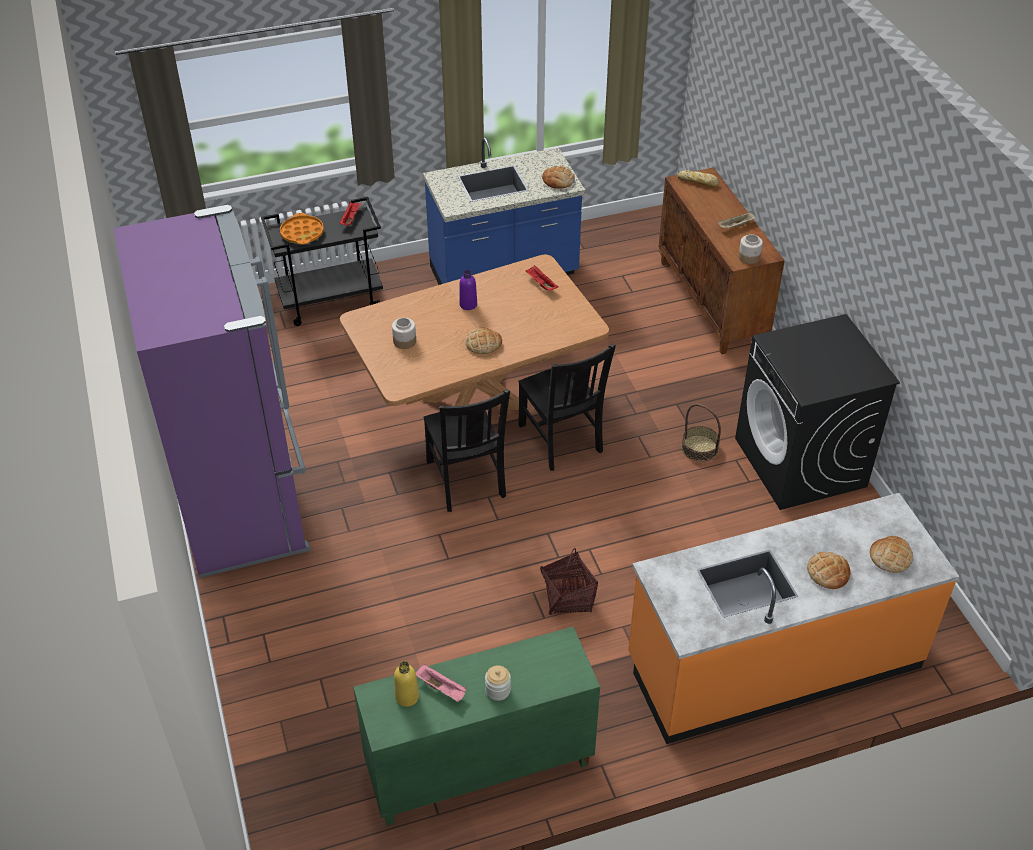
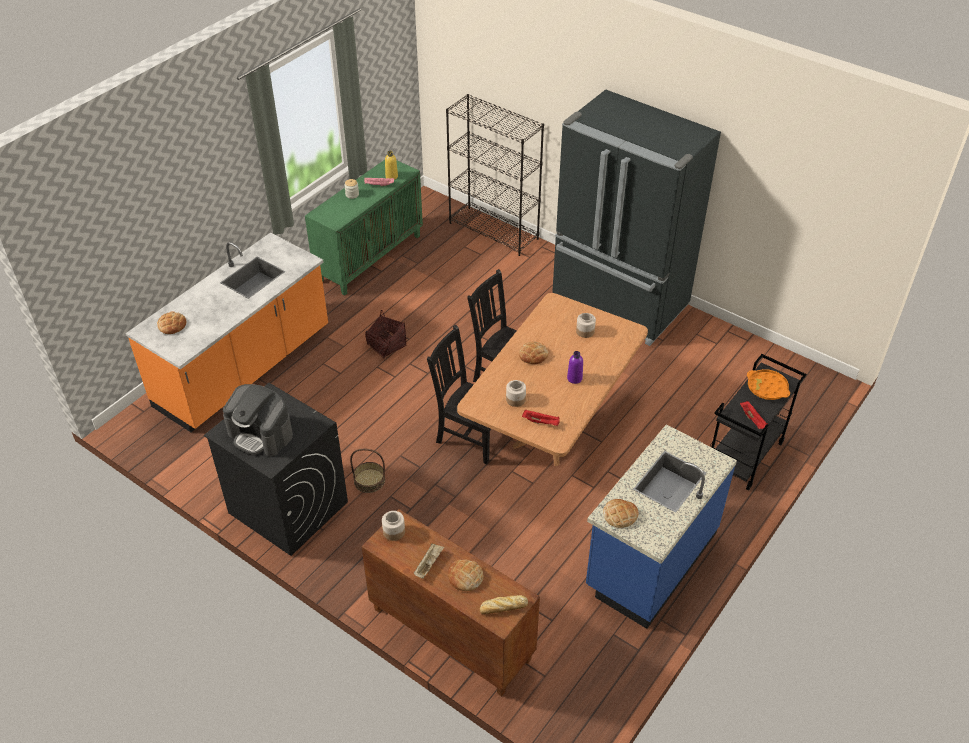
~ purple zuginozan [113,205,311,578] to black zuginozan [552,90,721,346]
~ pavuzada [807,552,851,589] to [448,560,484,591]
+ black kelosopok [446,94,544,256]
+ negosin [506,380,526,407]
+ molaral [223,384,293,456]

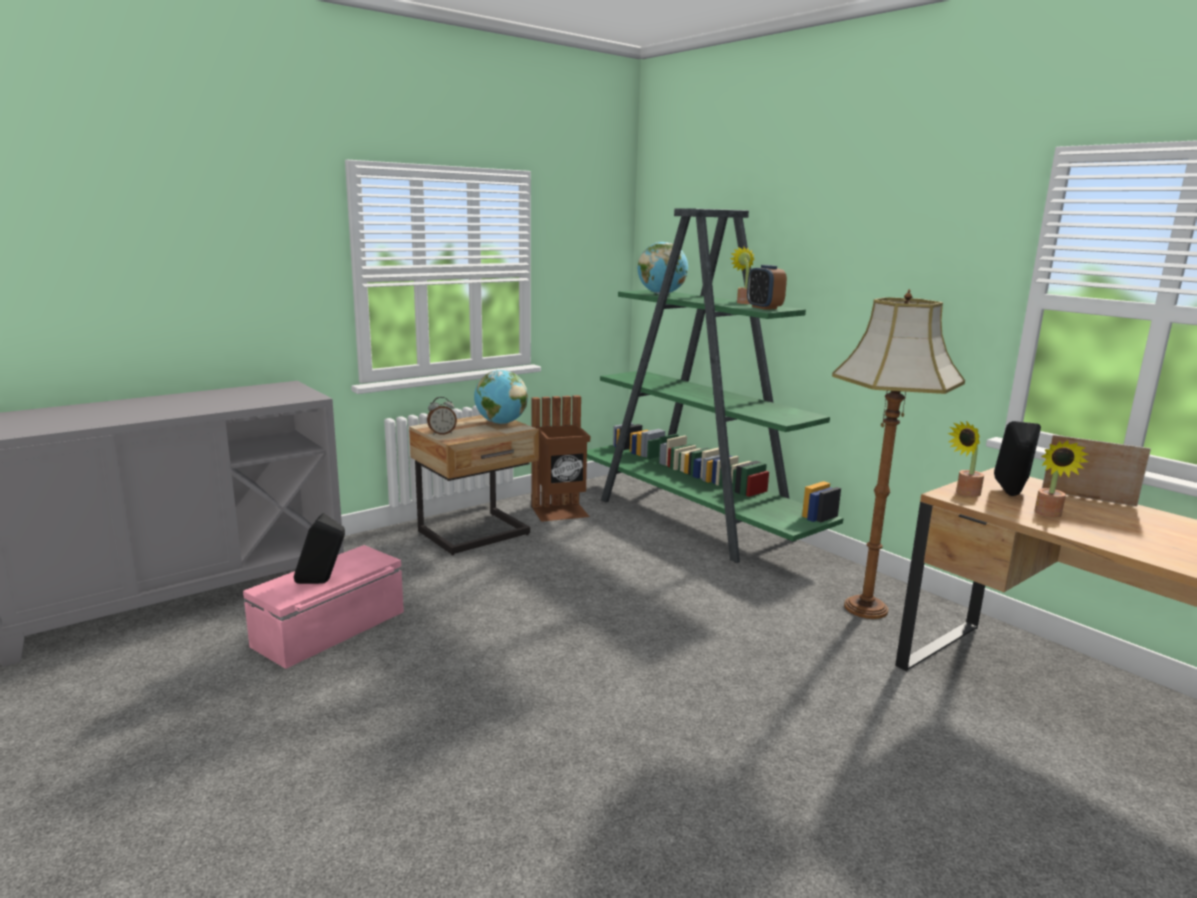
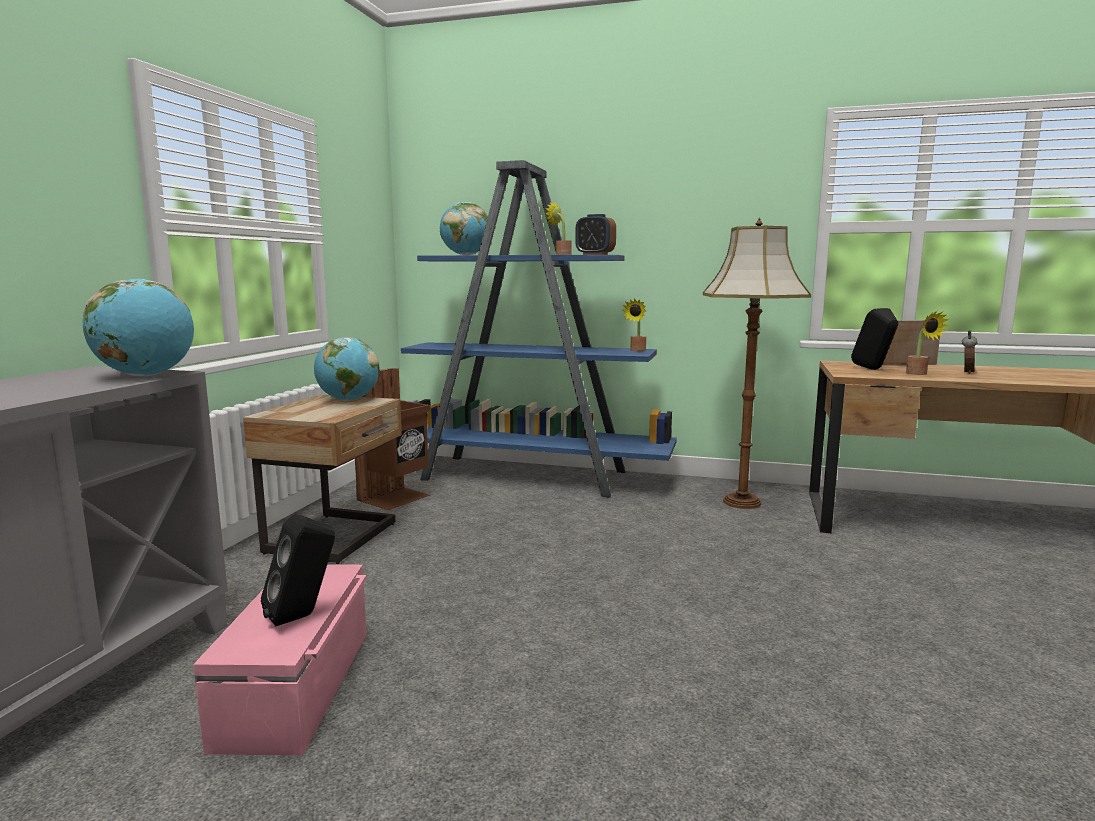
~ green kelosopok [587,208,843,563] to blue kelosopok [401,160,677,498]
~ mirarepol [427,397,457,435] to [962,330,978,374]
~ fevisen [947,421,984,497] to [622,298,646,351]
+ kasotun [83,279,194,376]

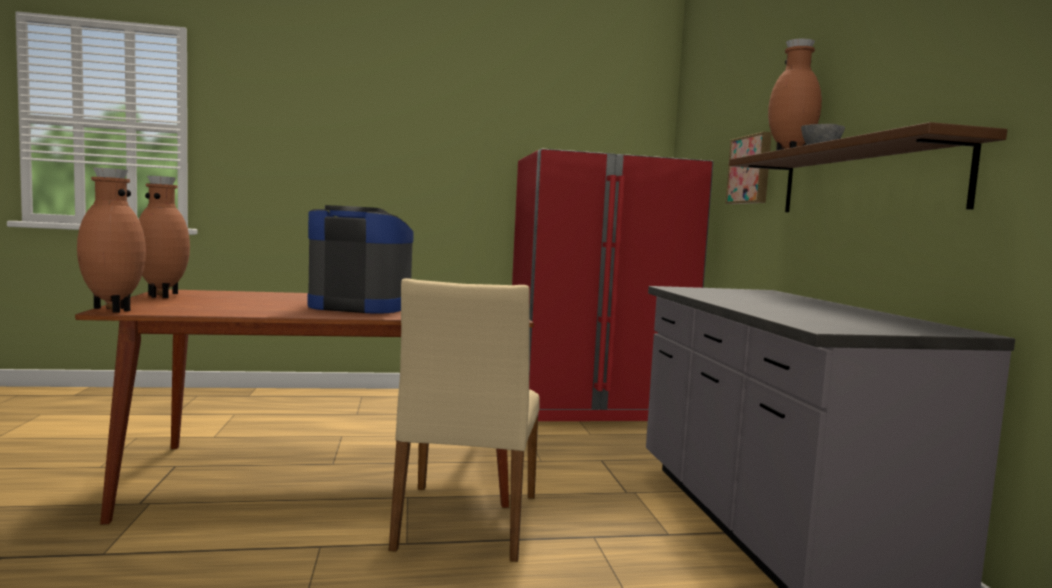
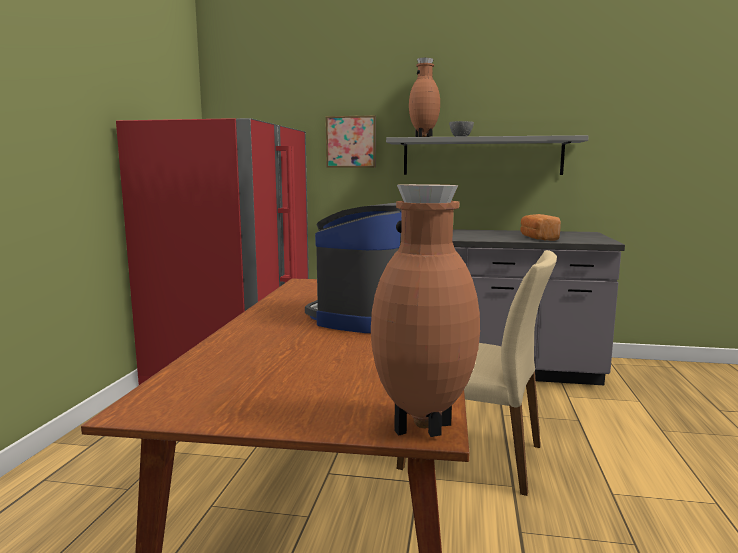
~ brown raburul [729,122,1007,212] to grey raburul [386,135,589,175]
- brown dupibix [139,176,190,298]
+ pavuzada [521,214,561,241]

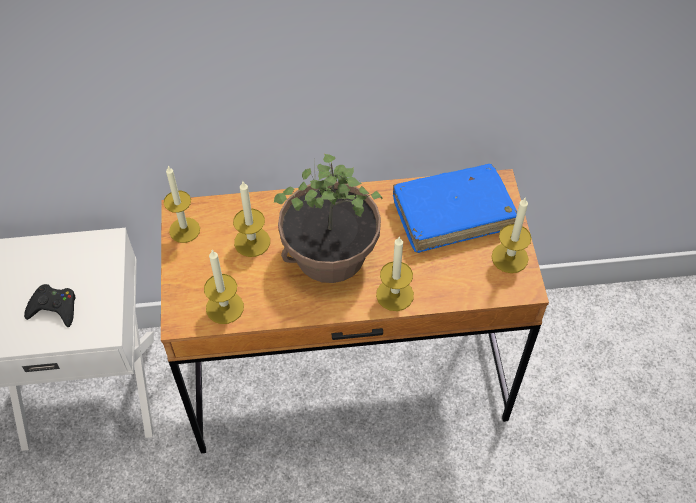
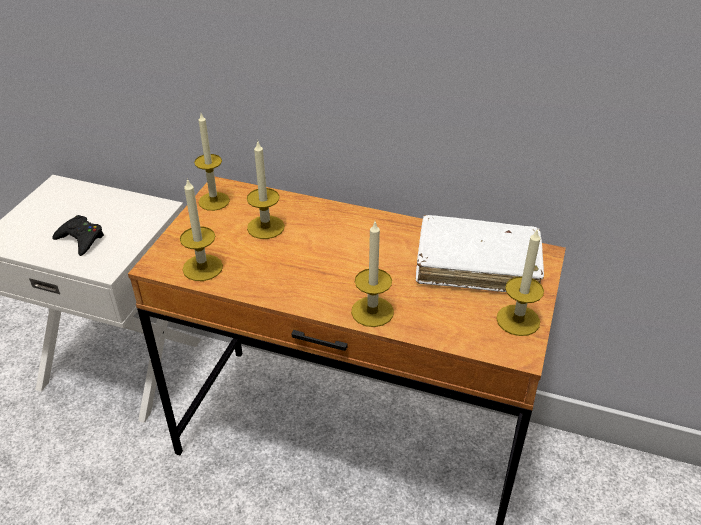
- fevisen [273,154,382,283]
~ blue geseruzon [393,164,517,253] to white geseruzon [416,215,544,292]

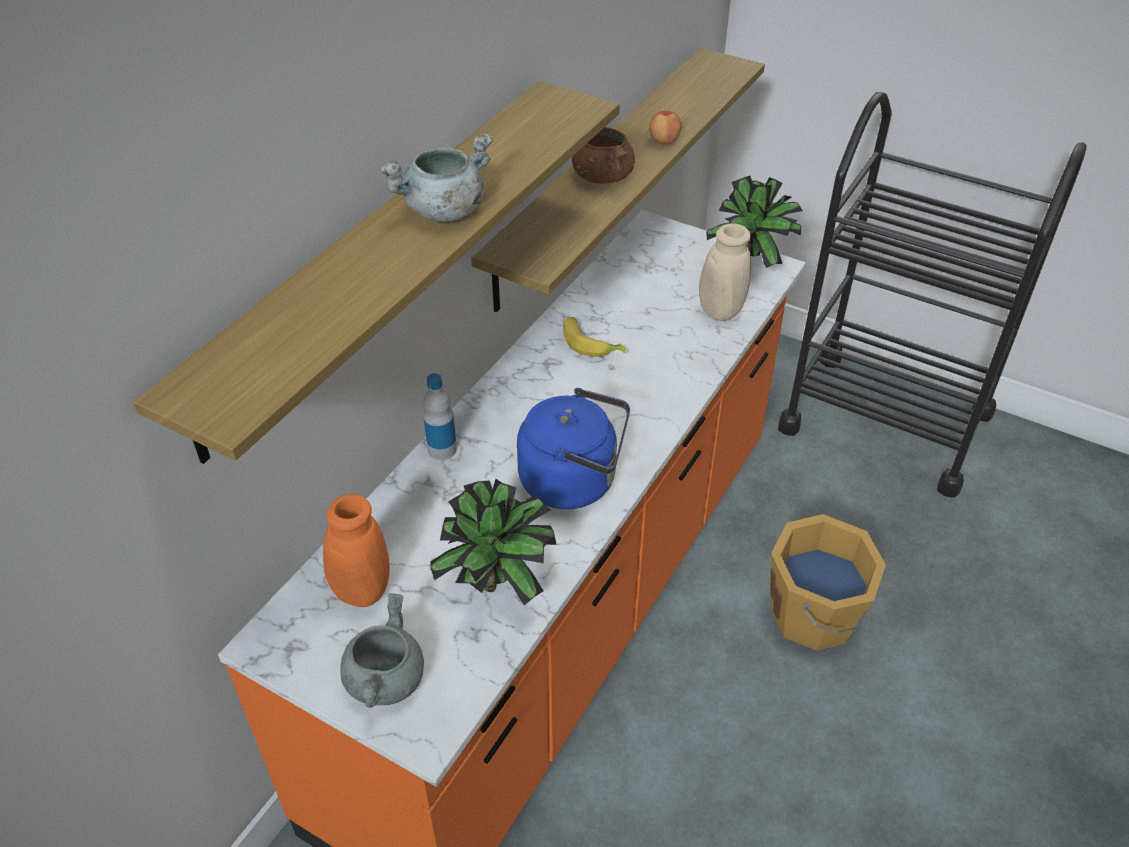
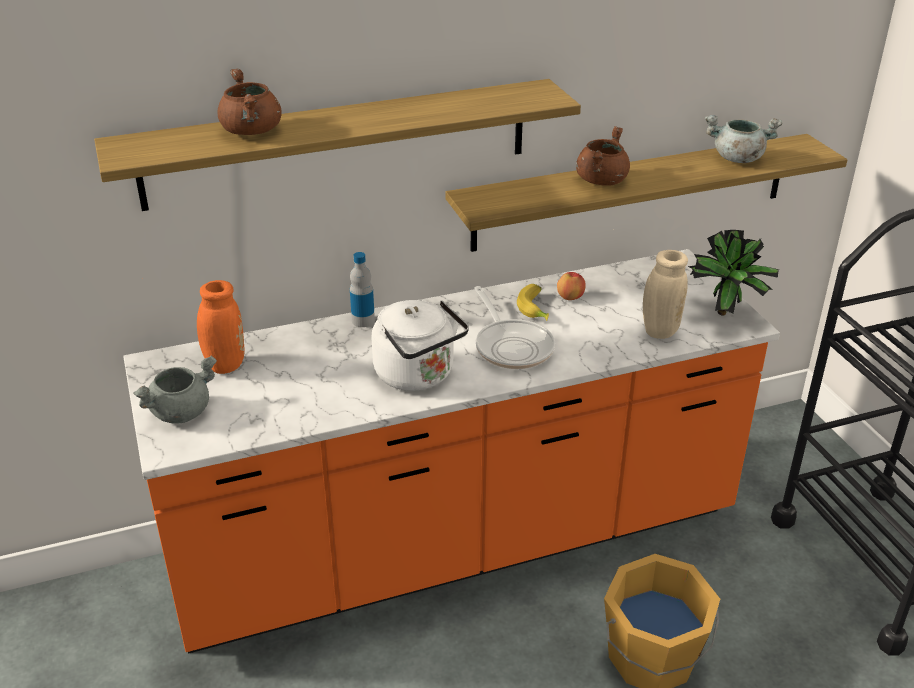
~ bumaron [649,110,682,145] to [557,272,586,300]
~ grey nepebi [379,133,493,222] to [705,115,782,163]
~ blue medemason [517,388,630,509] to white medemason [372,300,469,391]
- fevisen [430,479,557,605]
+ brown nepebi [218,68,282,135]
+ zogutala [474,286,555,369]

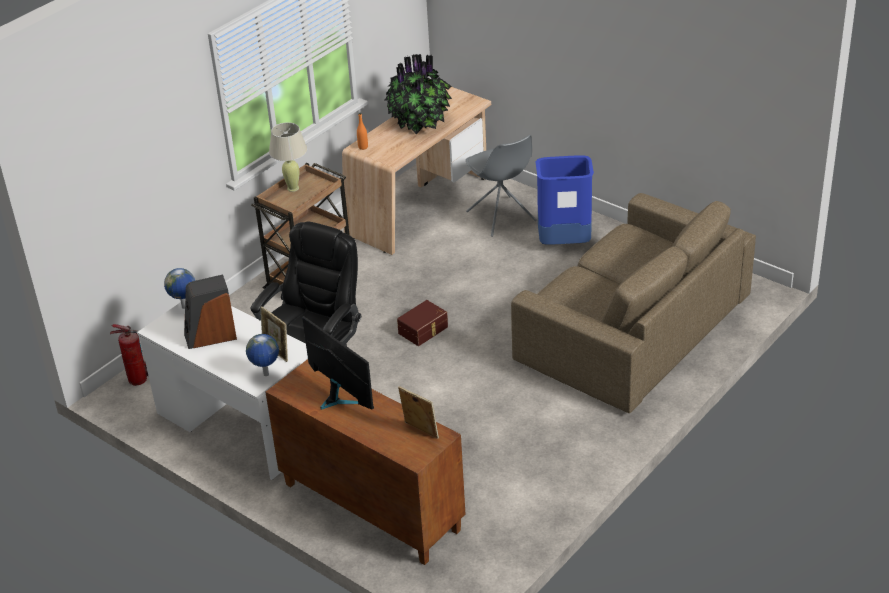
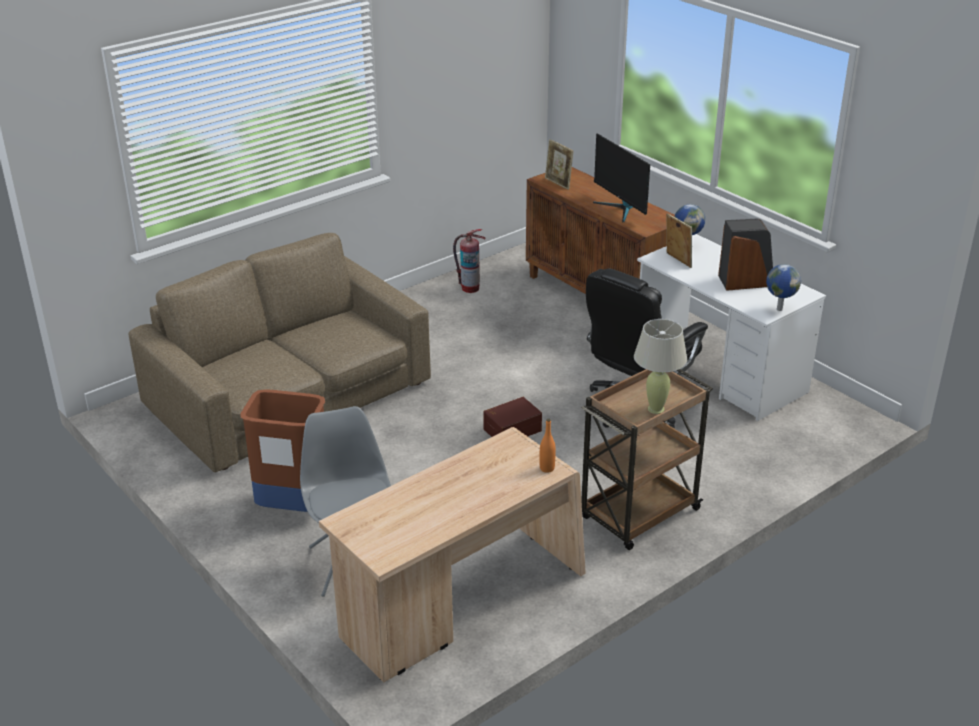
- fevisen [385,54,452,135]
~ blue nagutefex [536,155,594,245] to brown nagutefex [240,389,325,512]
~ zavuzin [110,324,148,386] to [453,229,485,293]

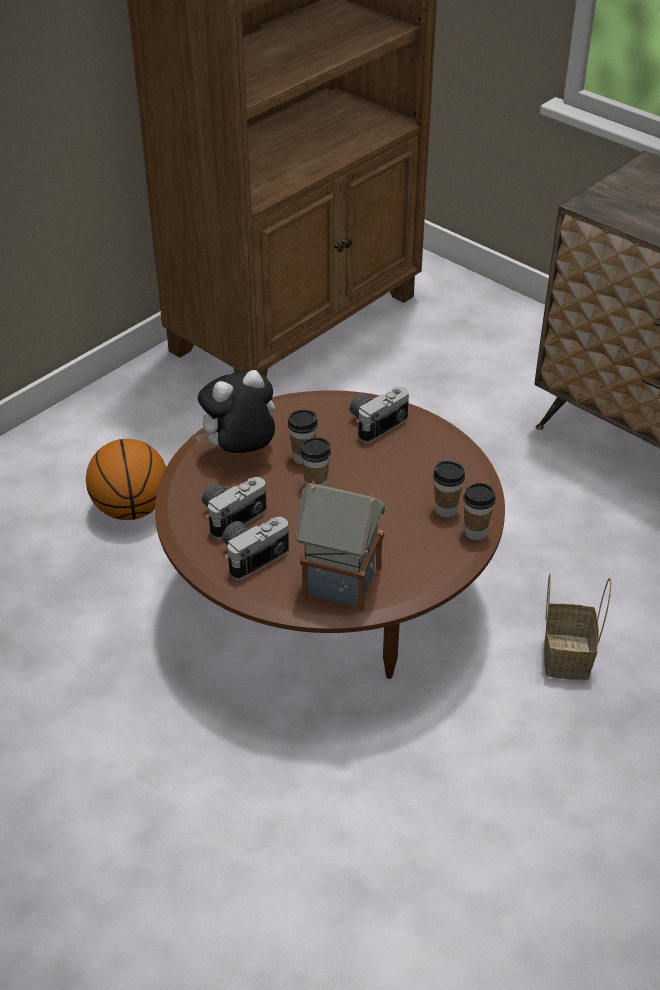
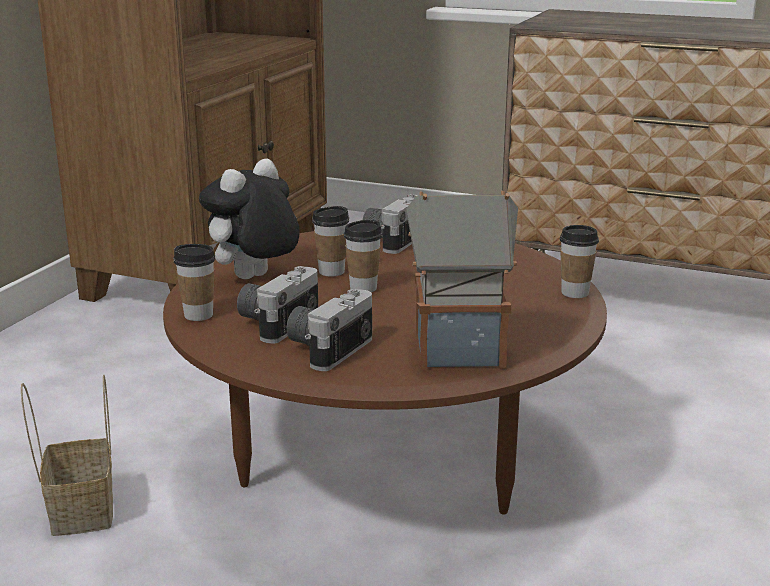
- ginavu [86,439,166,520]
~ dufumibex [433,461,465,518] to [173,244,215,321]
~ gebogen [544,573,611,680] to [21,375,113,536]

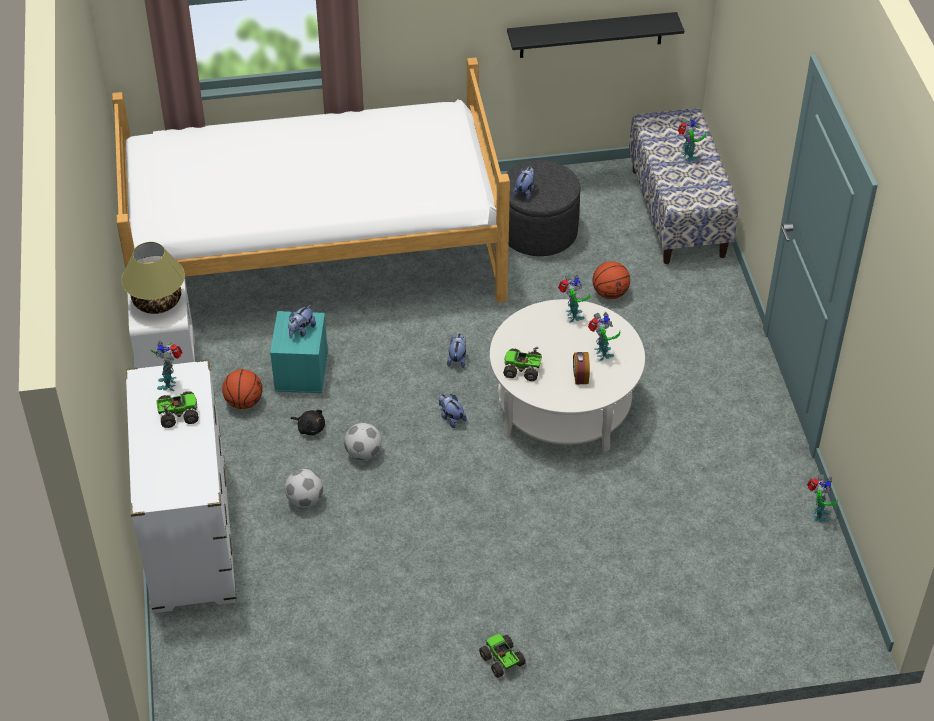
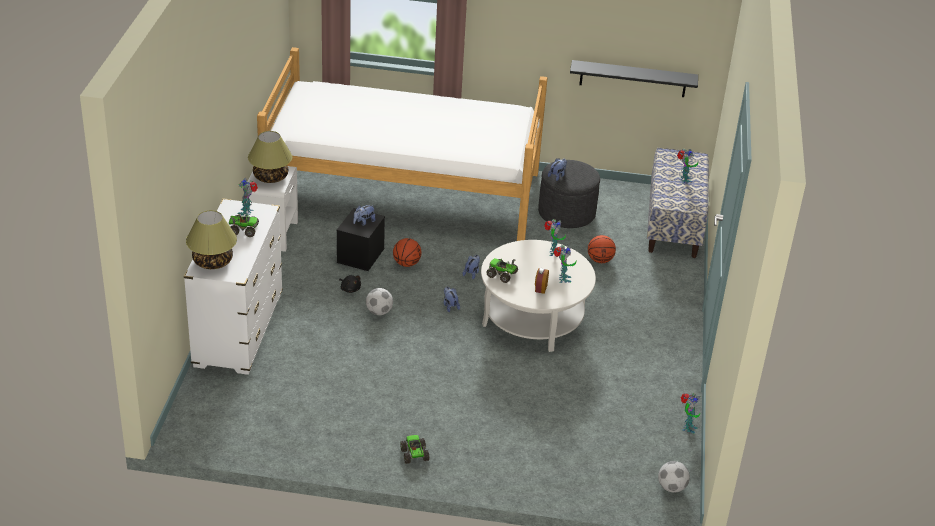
~ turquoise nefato [270,311,328,393] to black nefato [337,208,385,271]
~ ginavu [222,369,262,409] to [393,238,422,267]
~ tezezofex [285,469,323,507] to [658,461,690,493]
+ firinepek [186,210,237,269]

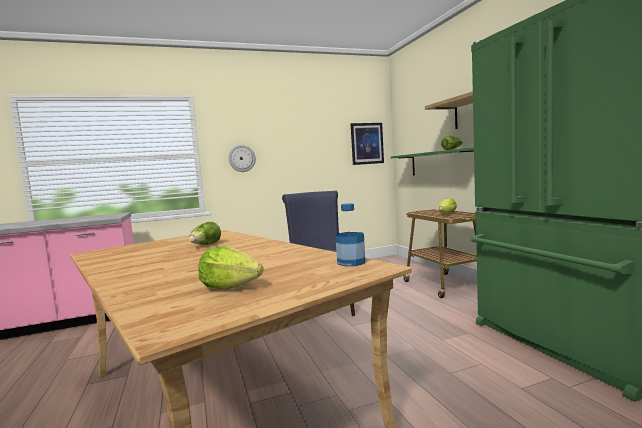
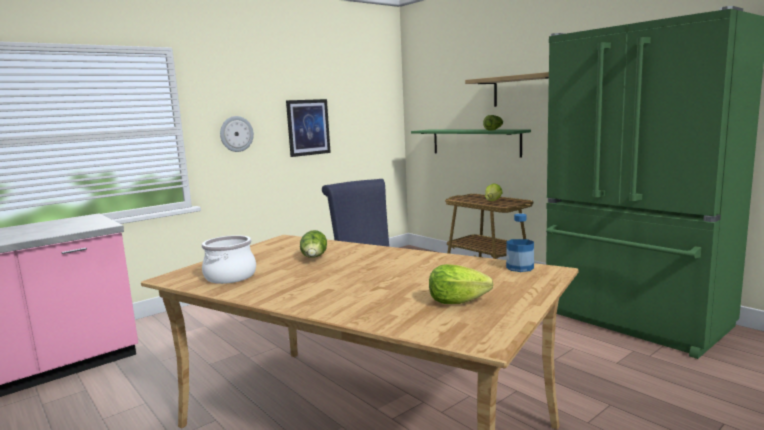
~ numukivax [351,123,384,165] to [286,99,331,157]
+ nepebi [202,235,256,284]

